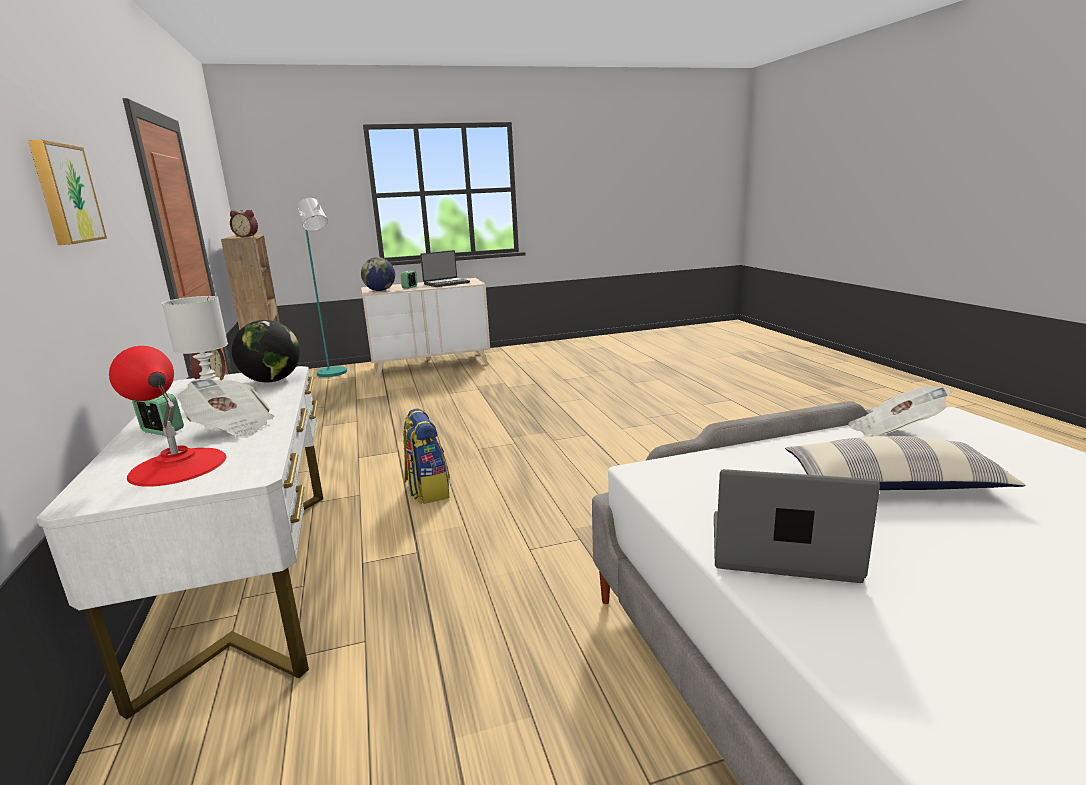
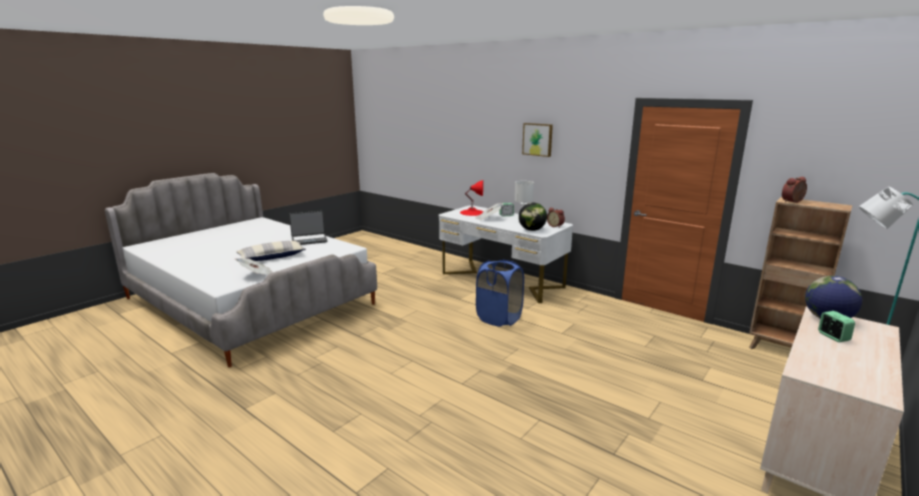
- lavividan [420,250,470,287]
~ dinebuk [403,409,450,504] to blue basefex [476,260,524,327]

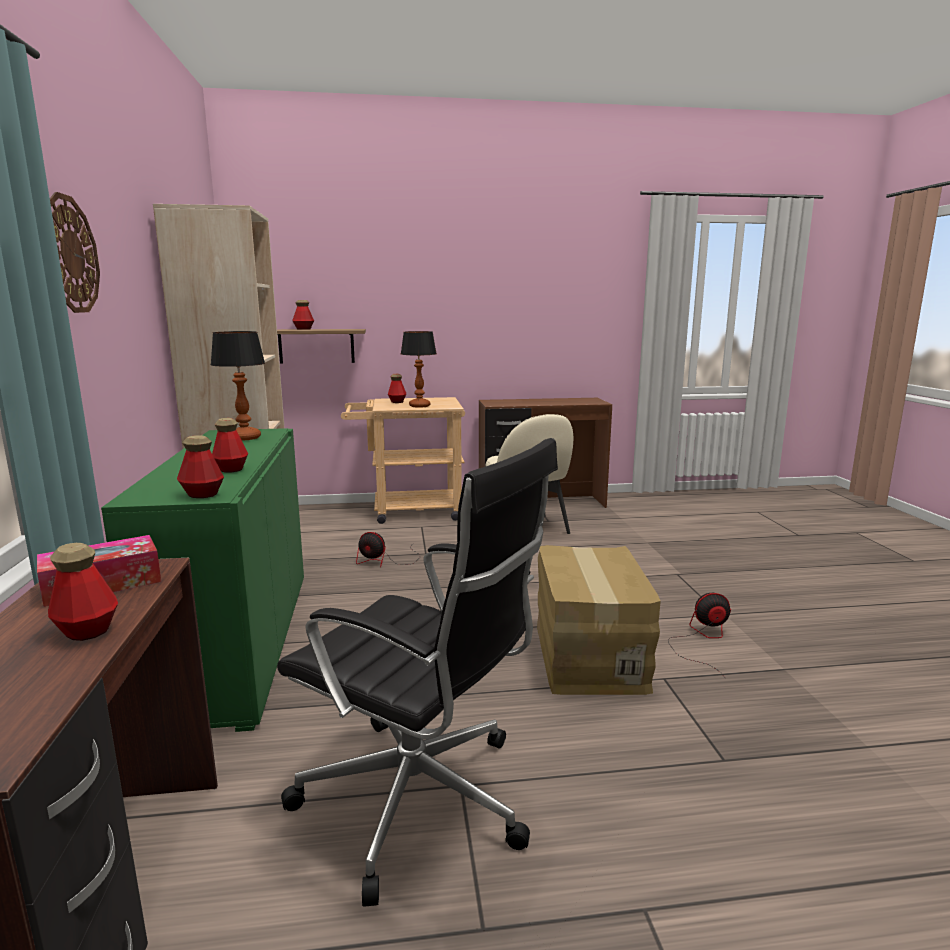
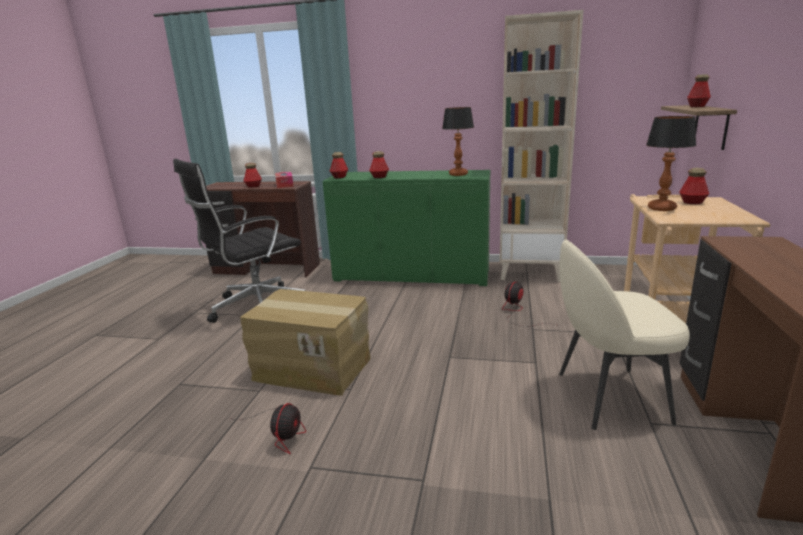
- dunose [50,192,100,313]

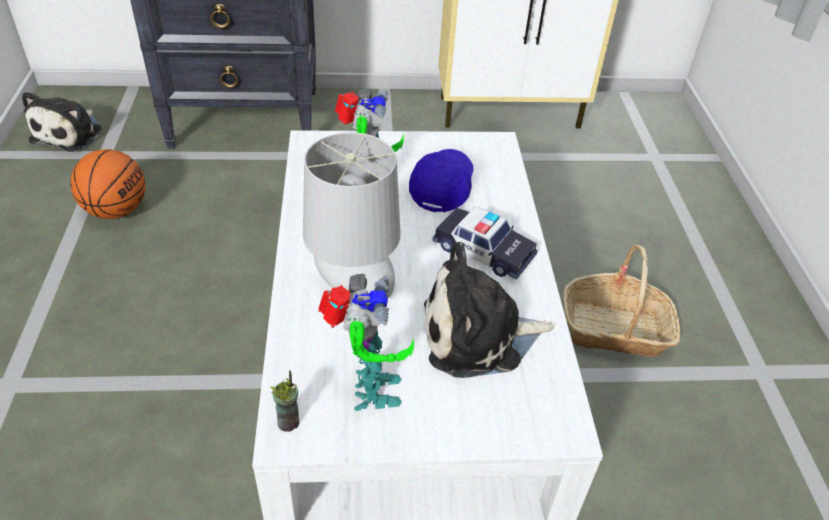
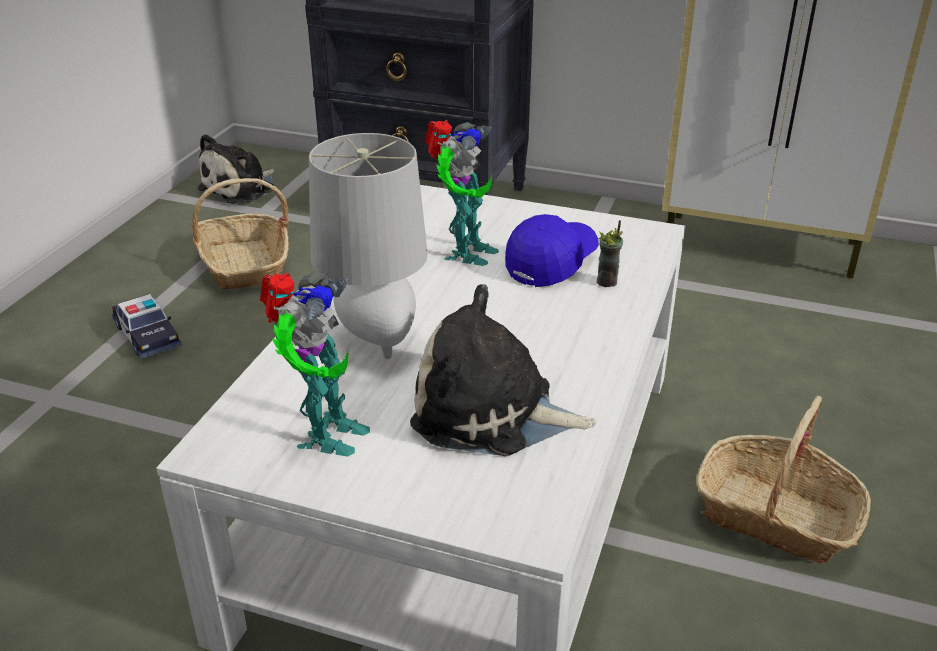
~ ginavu [70,149,146,219] to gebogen [192,178,289,289]
~ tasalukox [432,206,538,280] to [112,294,182,359]
~ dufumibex [270,370,299,432] to [597,220,624,287]

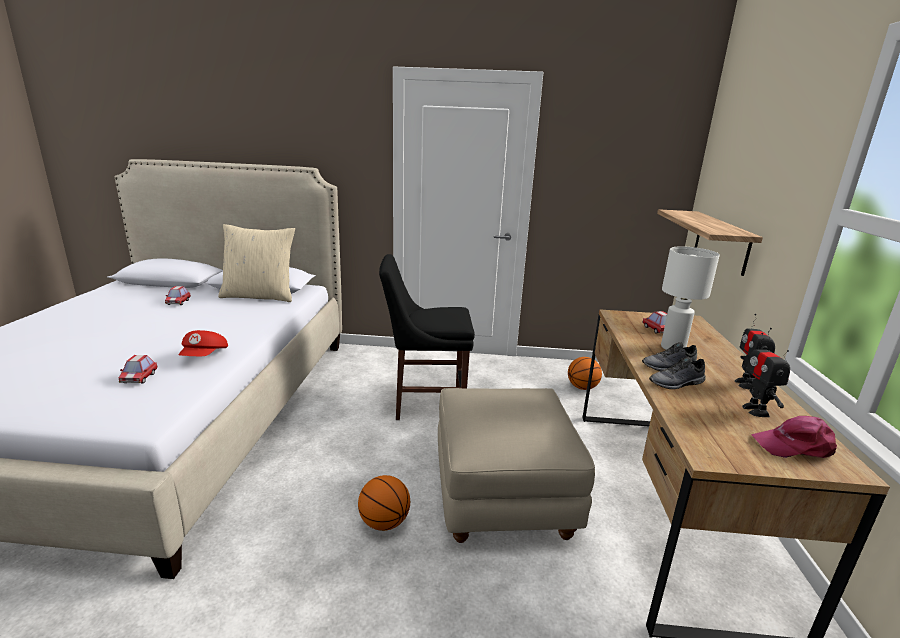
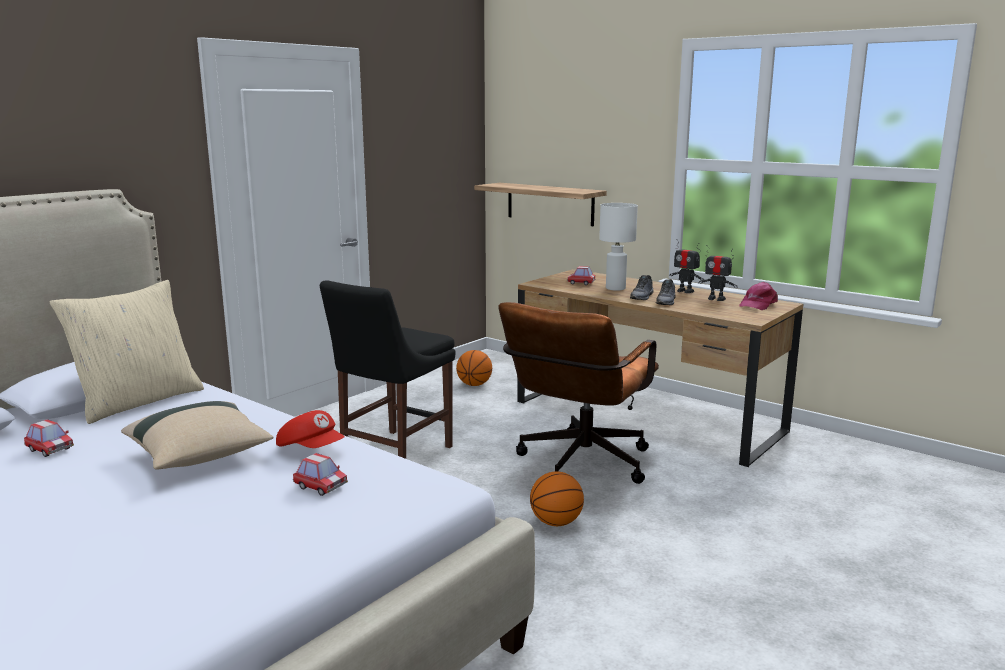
~ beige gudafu [438,388,595,543] to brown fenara [498,302,659,484]
+ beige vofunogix [121,401,273,470]

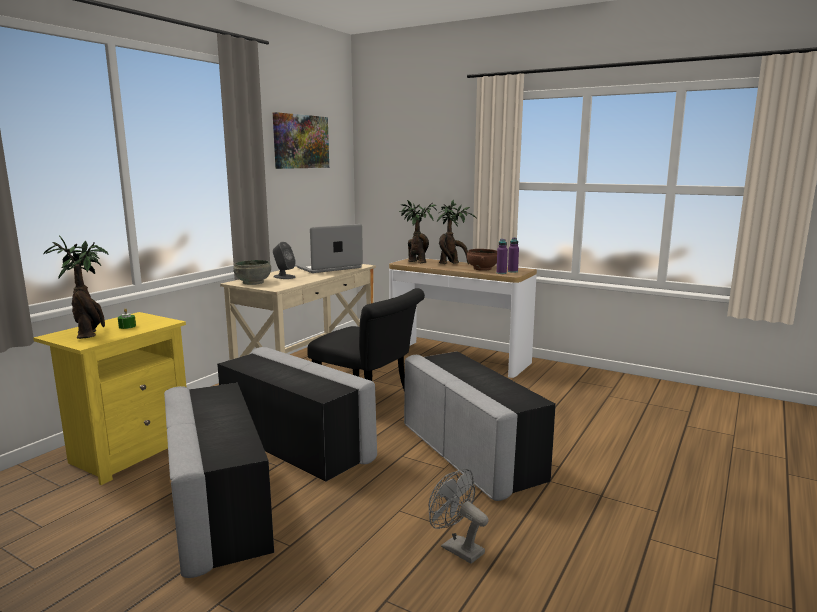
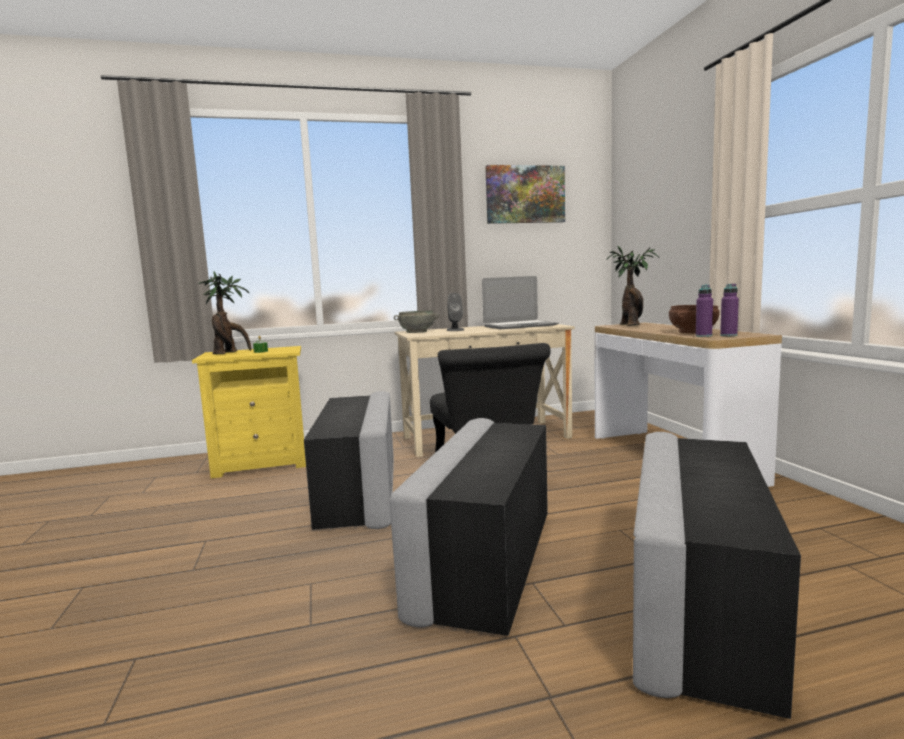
- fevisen [437,200,477,265]
~ lavividan [295,224,363,273] = [482,276,559,329] 150 degrees clockwise
~ grey gudafu [164,383,274,578] to [633,432,801,719]
- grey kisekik [428,469,489,564]

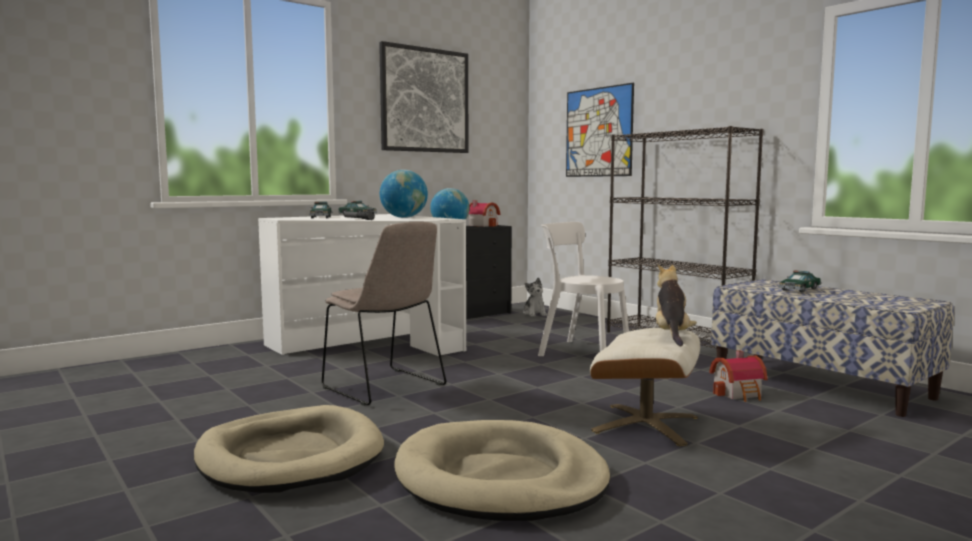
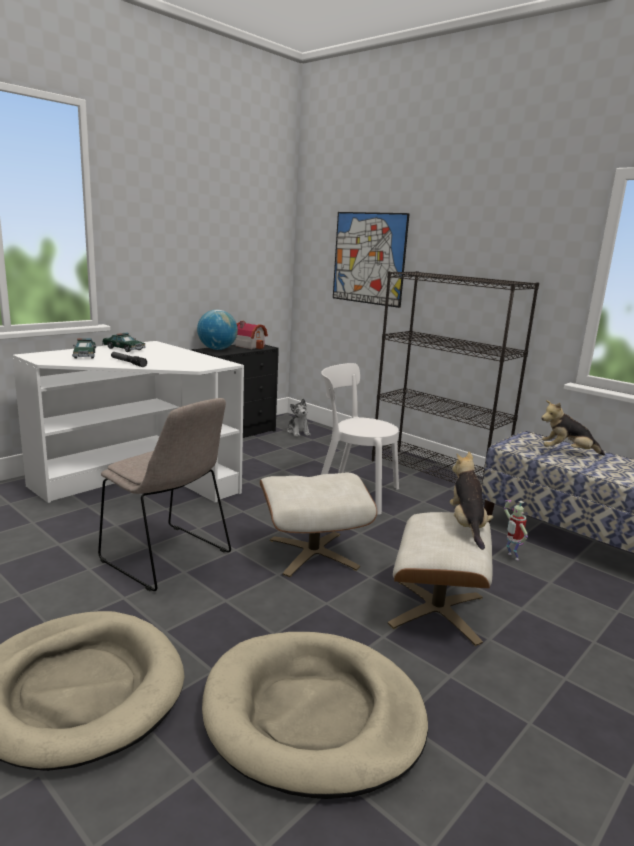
- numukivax [379,41,469,153]
- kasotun [380,170,428,218]
~ tasalukox [778,270,822,293] to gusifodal [541,400,605,455]
~ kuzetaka [709,350,768,402] to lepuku [504,500,528,560]
+ beige gudafu [260,473,377,577]

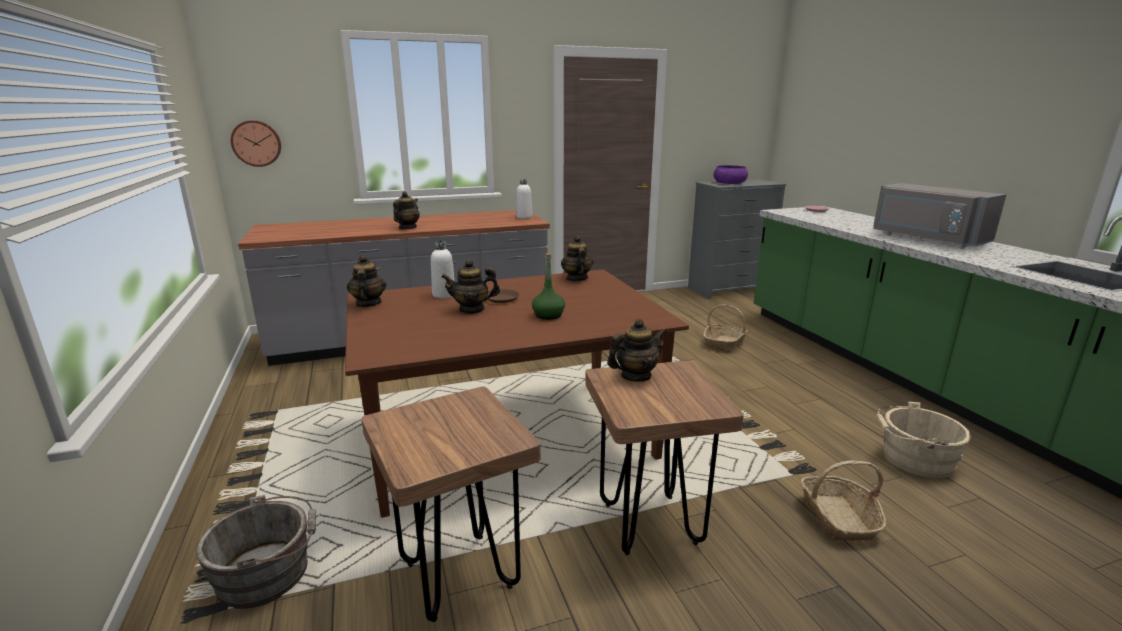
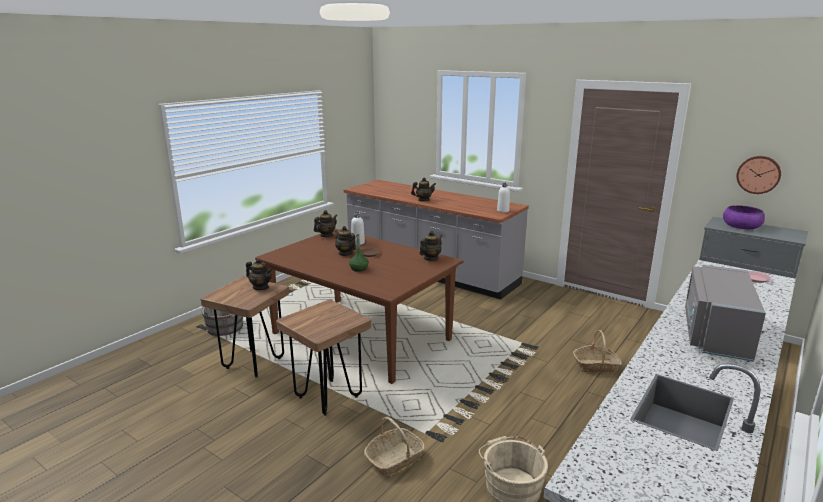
~ dunose [231,120,281,167] to [737,156,781,194]
~ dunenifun [607,319,666,382] to [246,258,273,290]

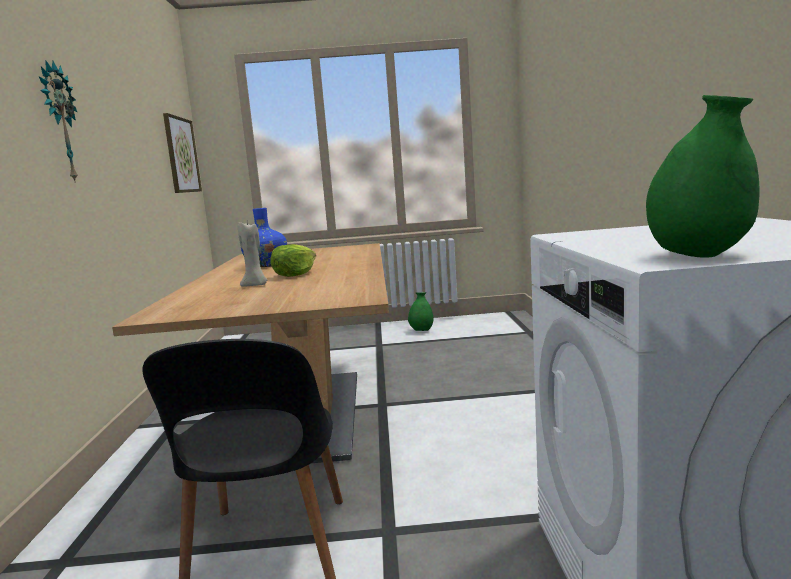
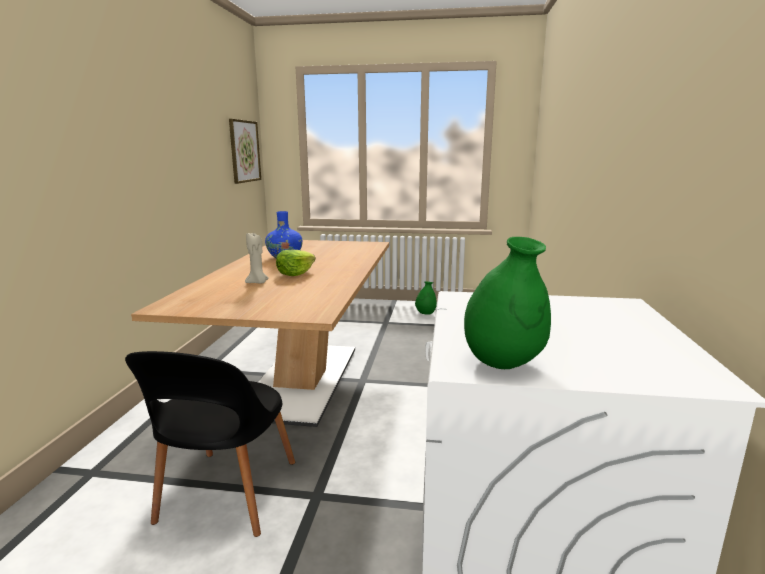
- dunose [39,60,78,183]

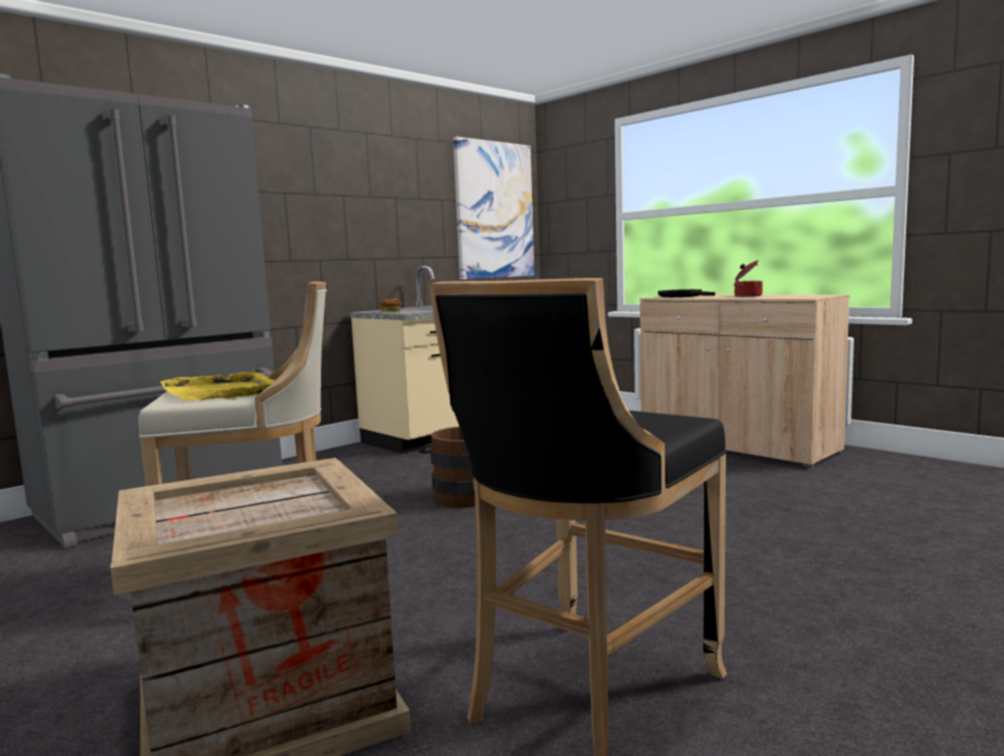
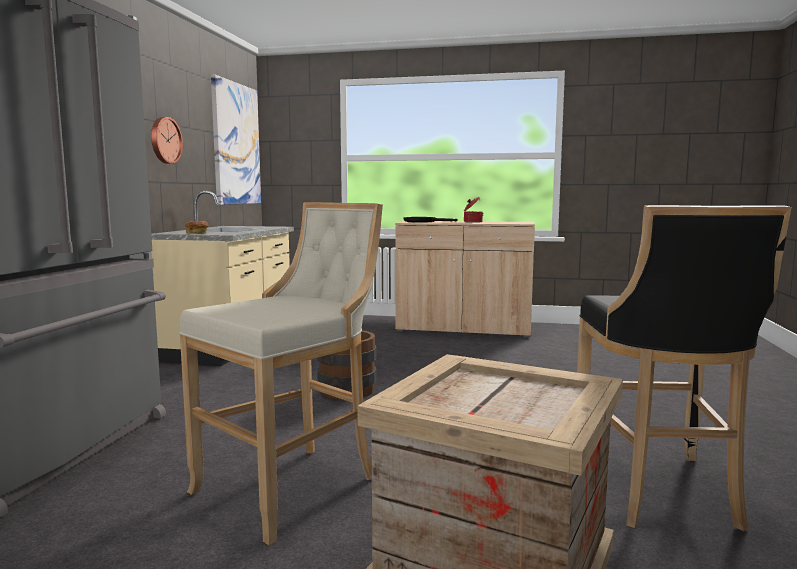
- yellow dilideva [160,370,275,401]
+ dunose [151,117,183,164]

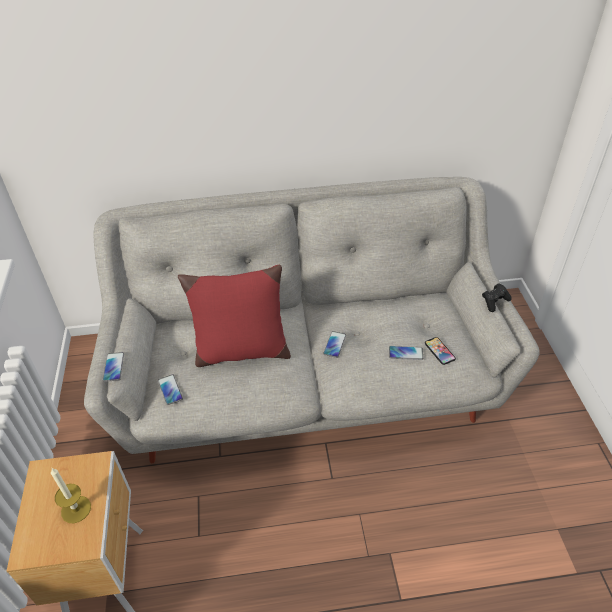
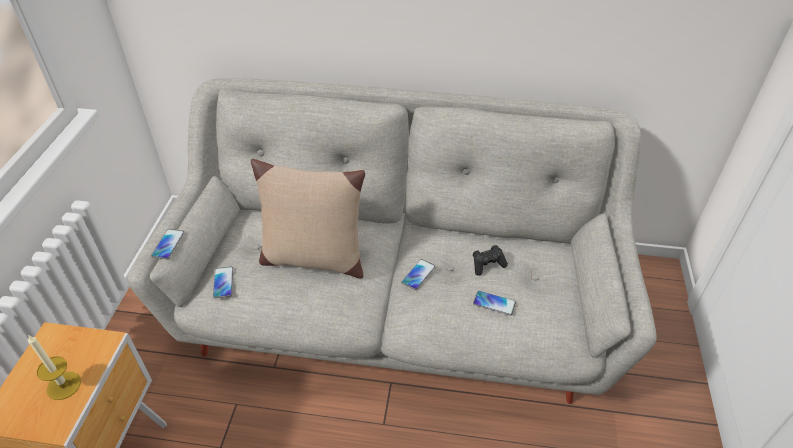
~ red vofunogix [178,265,291,367] to beige vofunogix [251,159,365,279]
~ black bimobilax [482,283,512,312] to [473,245,508,276]
- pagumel [425,337,456,365]

